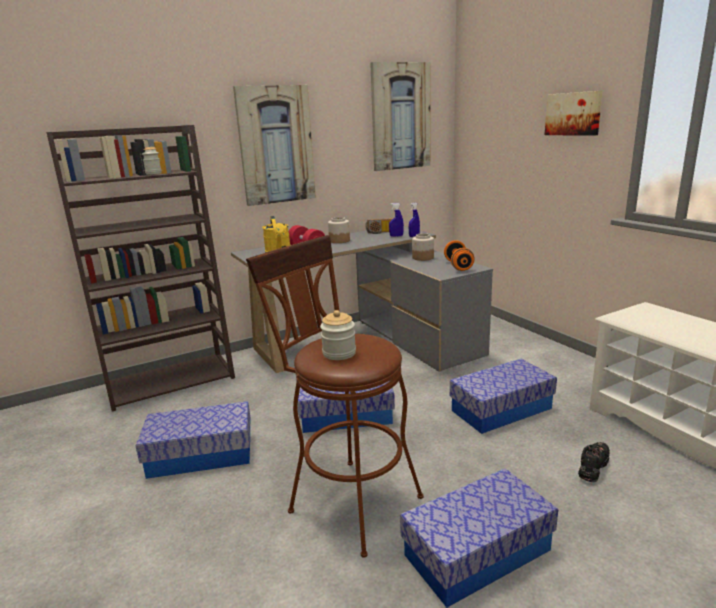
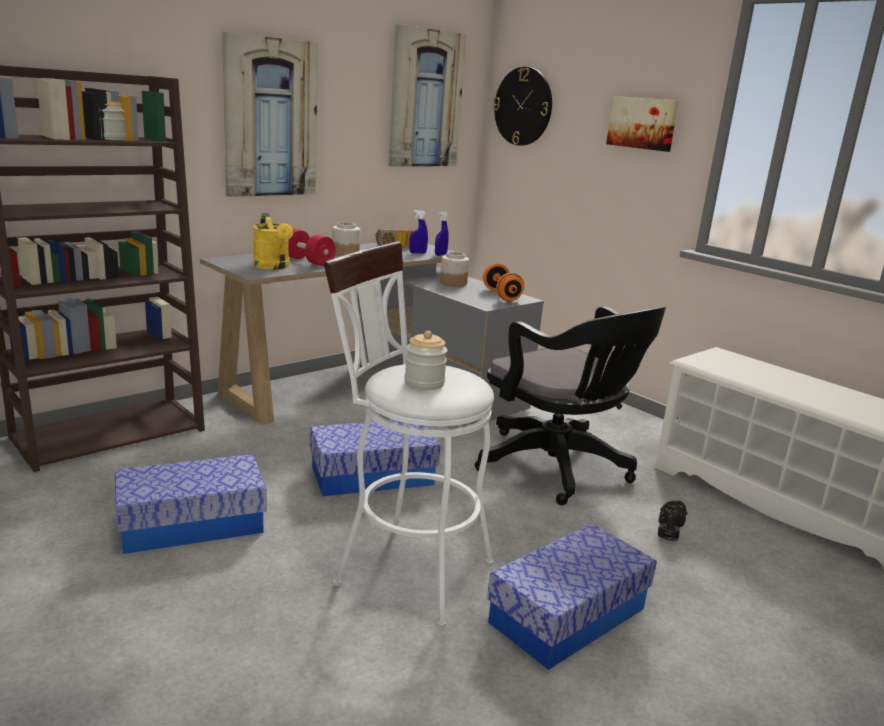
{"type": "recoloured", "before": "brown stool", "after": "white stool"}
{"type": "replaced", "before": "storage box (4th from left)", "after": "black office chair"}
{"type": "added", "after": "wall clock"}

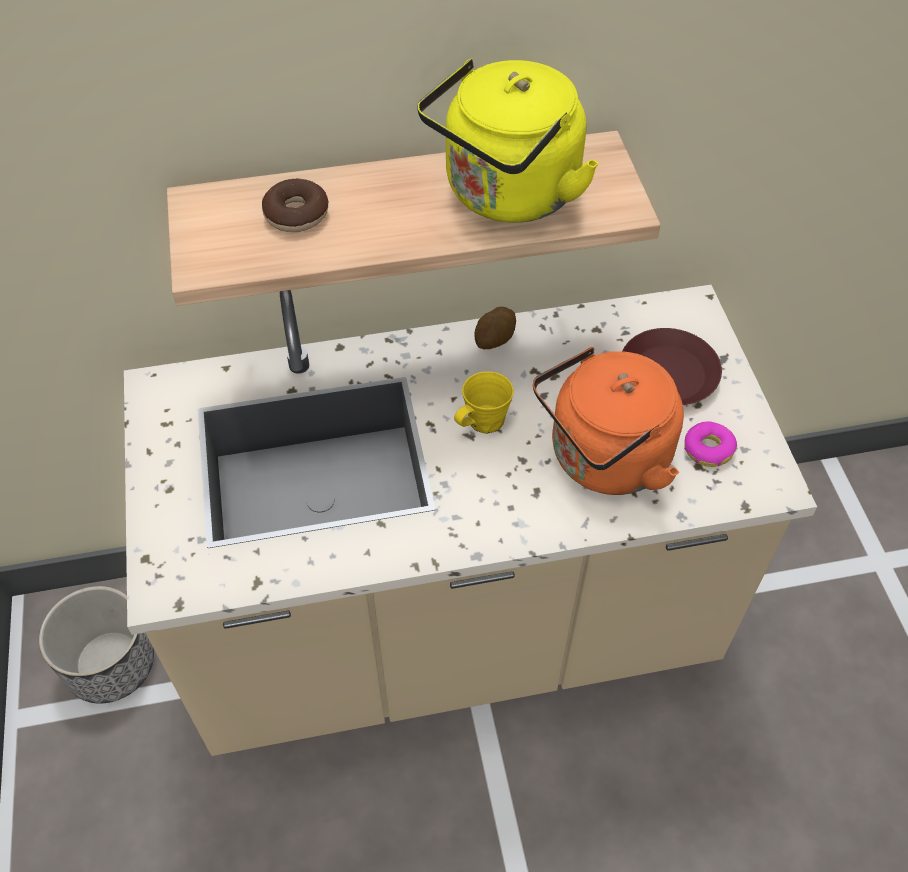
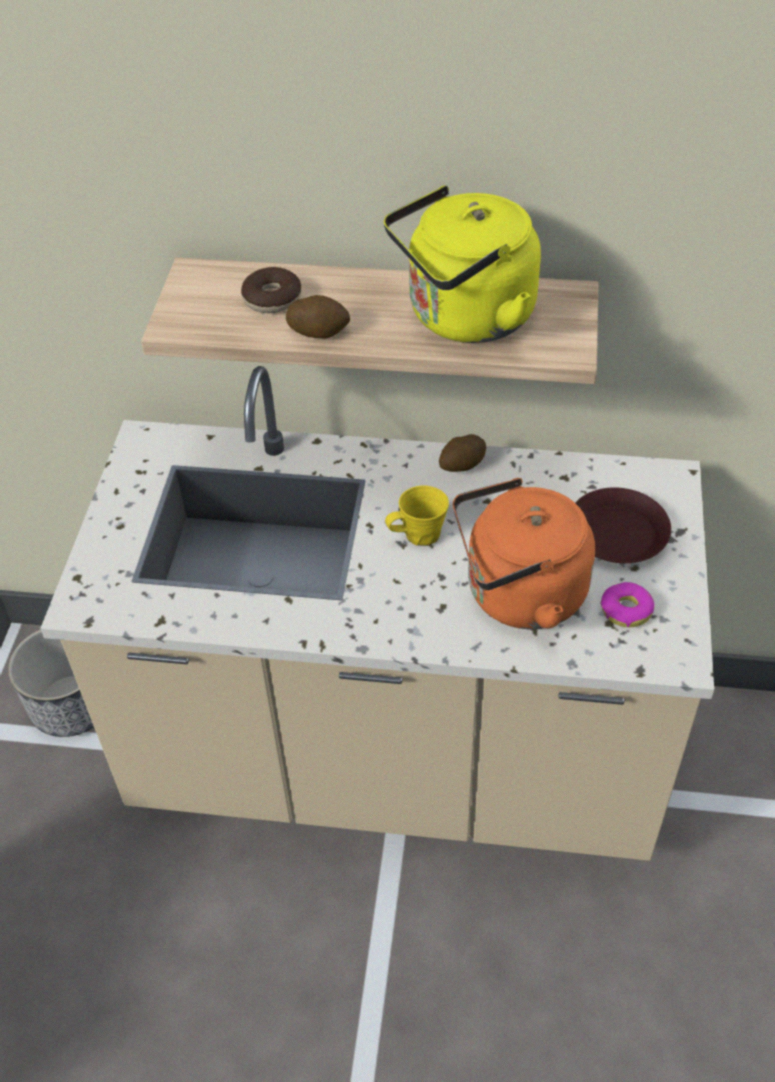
{"type": "added", "after": "potato (1st from left)"}

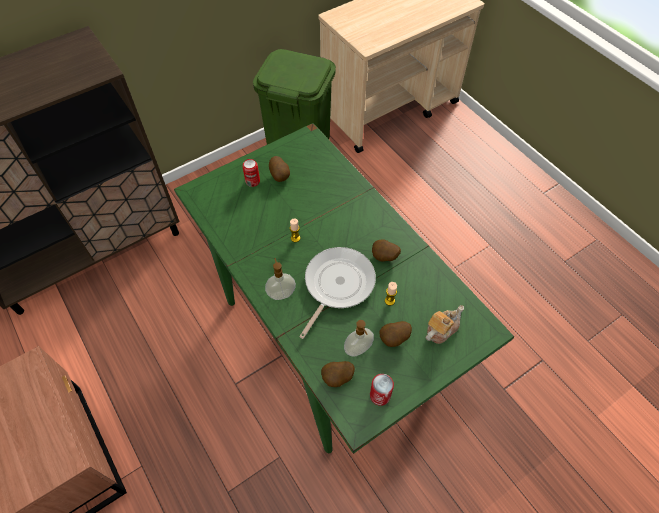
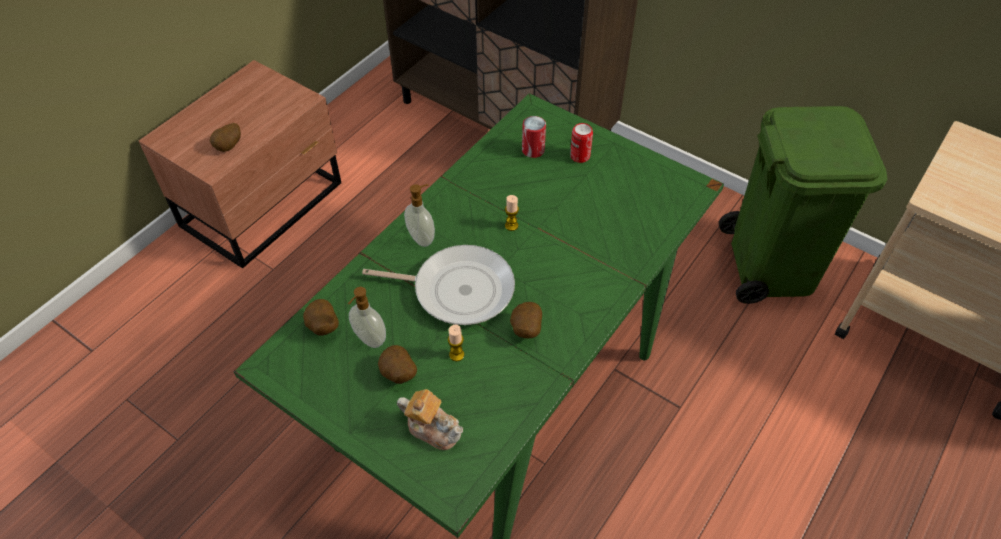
{"type": "moved", "before": "potato (1st from left)"}
{"type": "moved", "before": "can (2nd from left in the first image)", "after": "can (1st from left)"}

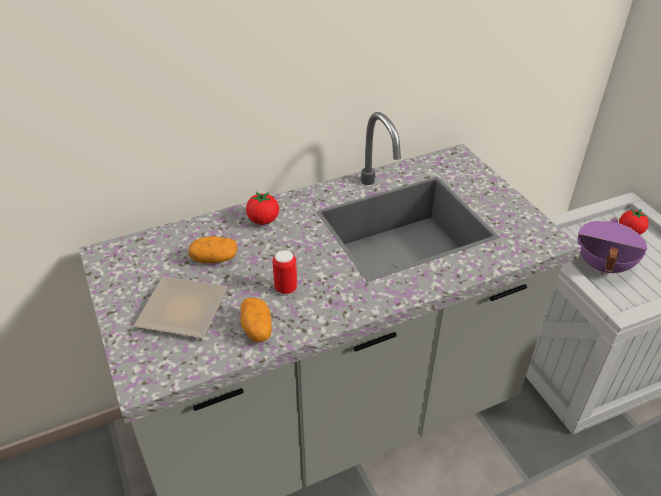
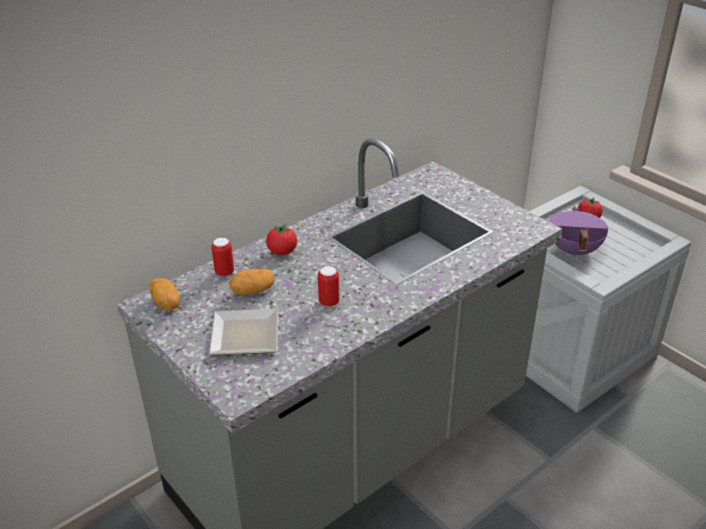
{"type": "moved", "before": "potato (2nd from left in the first image)", "after": "potato (1st from left)"}
{"type": "added", "after": "can (1st from left)"}

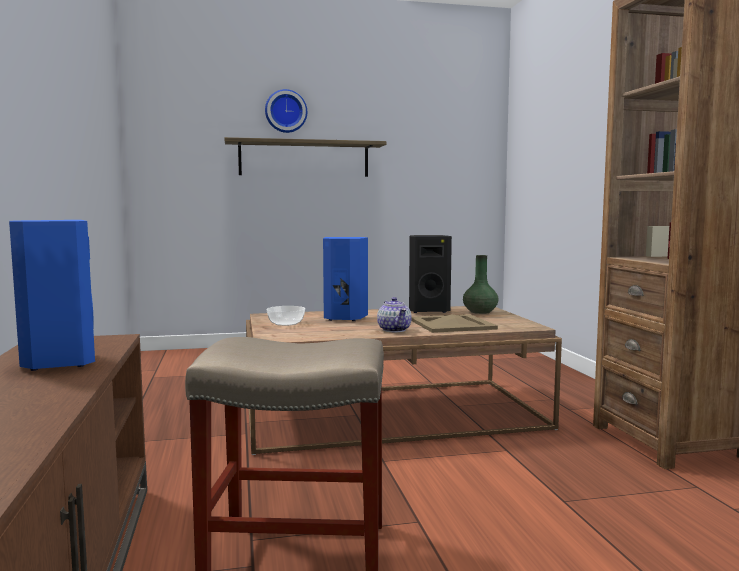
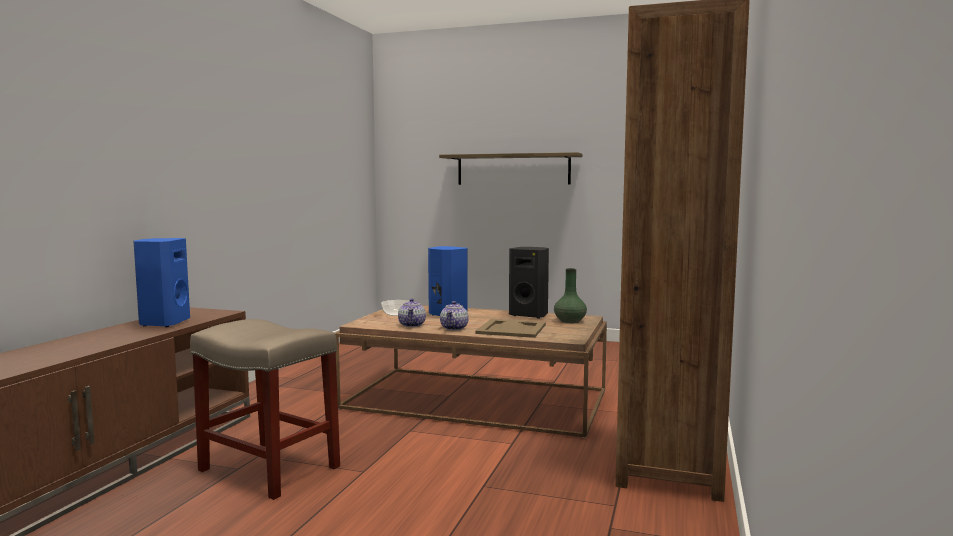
{"type": "removed", "before": "wall clock"}
{"type": "added", "after": "teapot (1st from left)"}

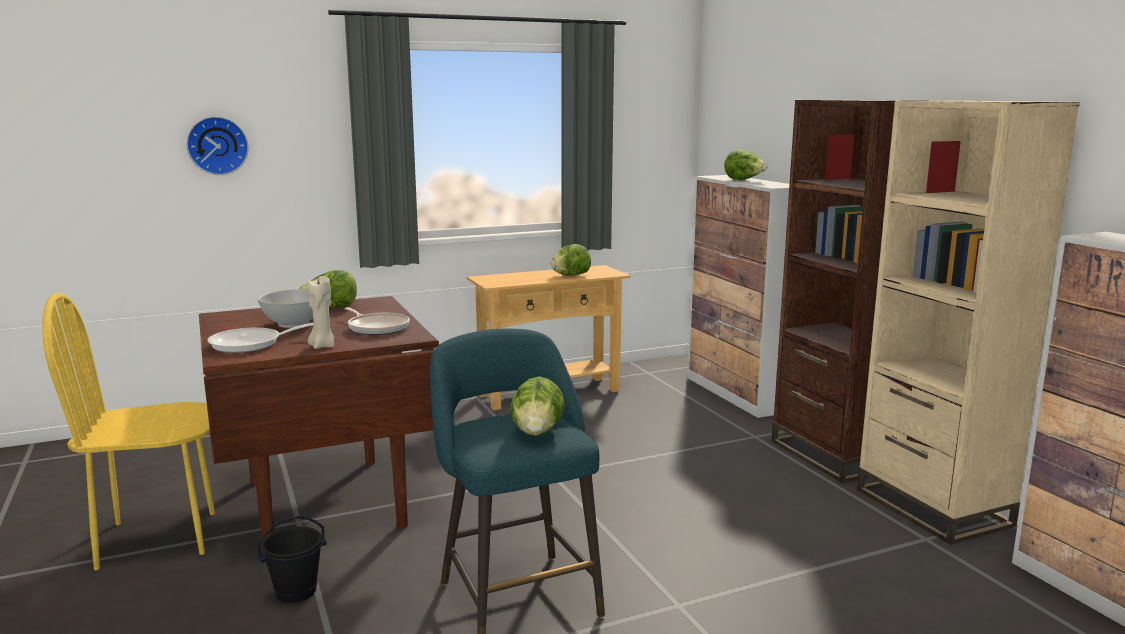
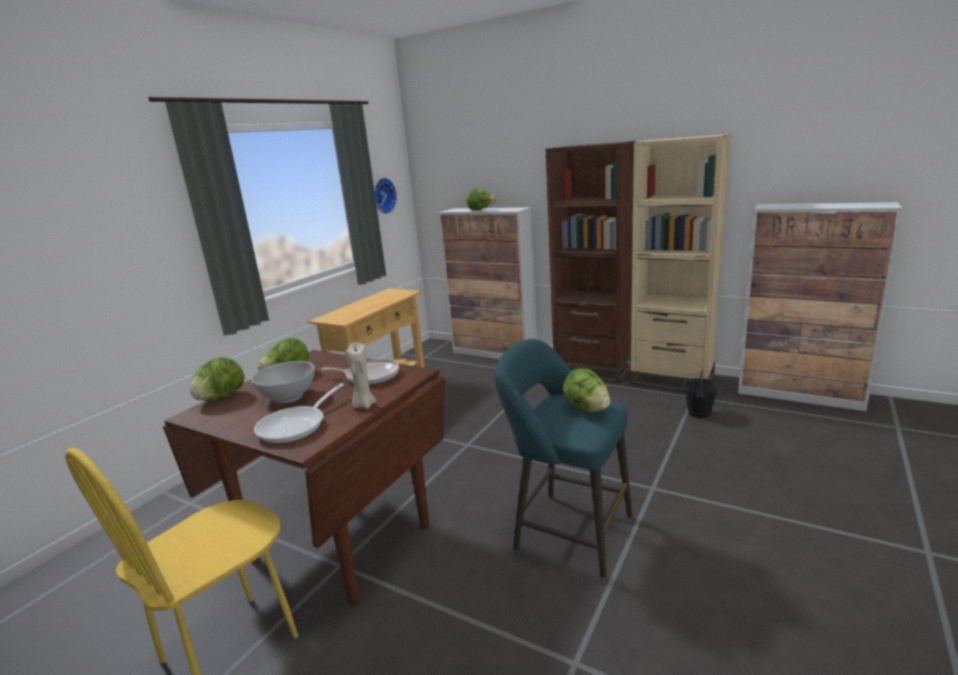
{"type": "moved", "before": "wall clock"}
{"type": "moved", "before": "black bucket"}
{"type": "moved", "before": "lettuce (3rd from left in the first image)", "after": "lettuce (1st from left)"}

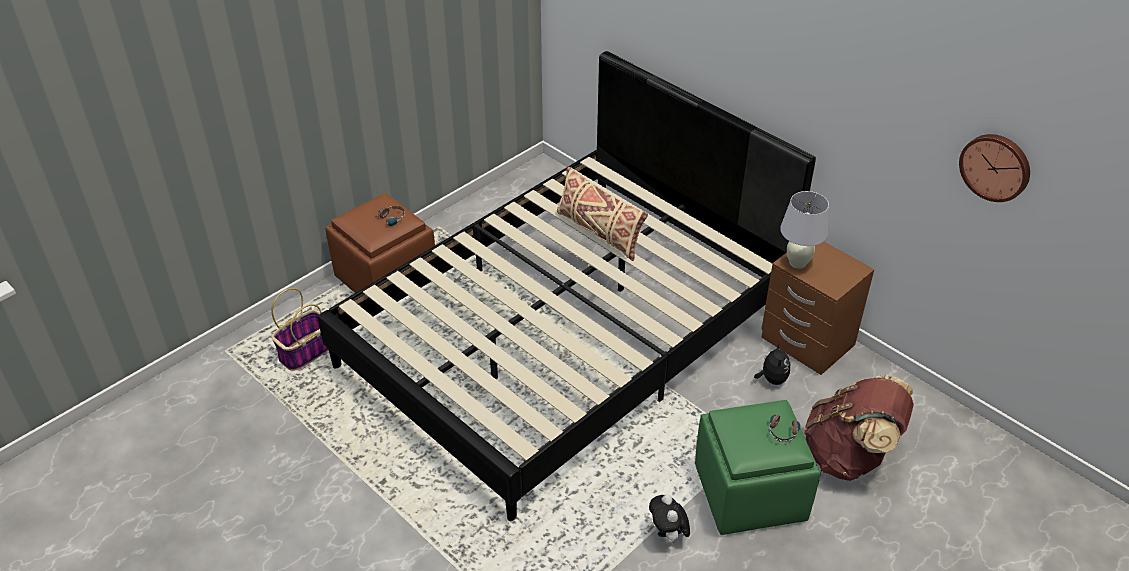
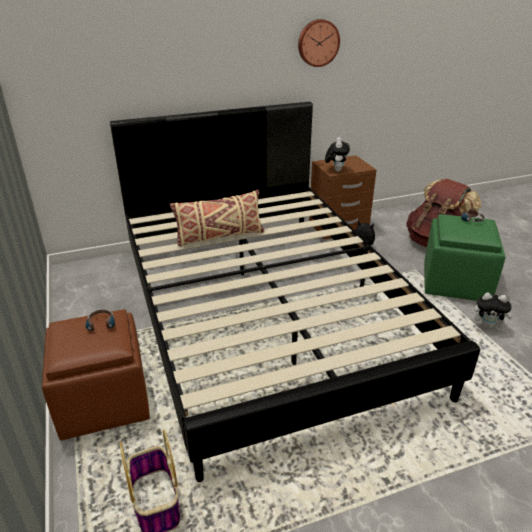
{"type": "replaced", "before": "white table lamp", "after": "plush toy (1st from left)"}
{"type": "moved", "before": "wall clock"}

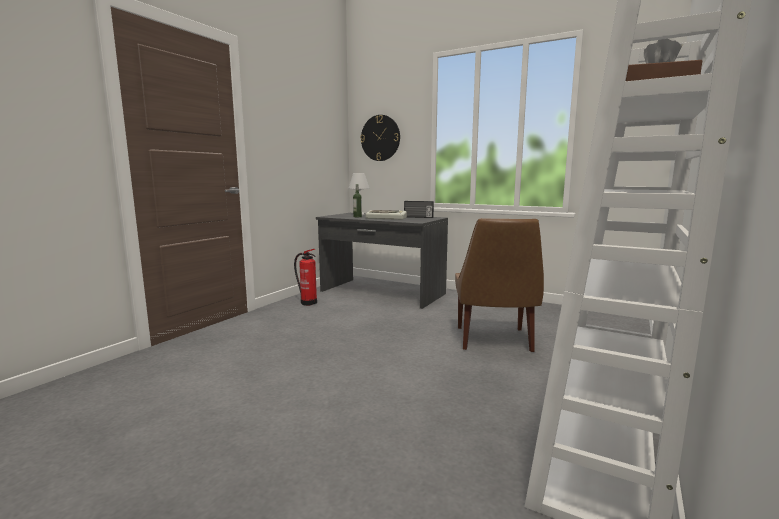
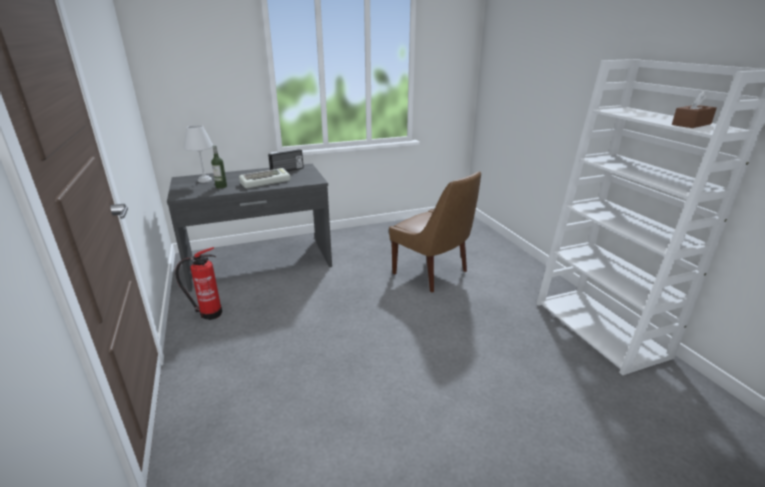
{"type": "removed", "before": "wall clock"}

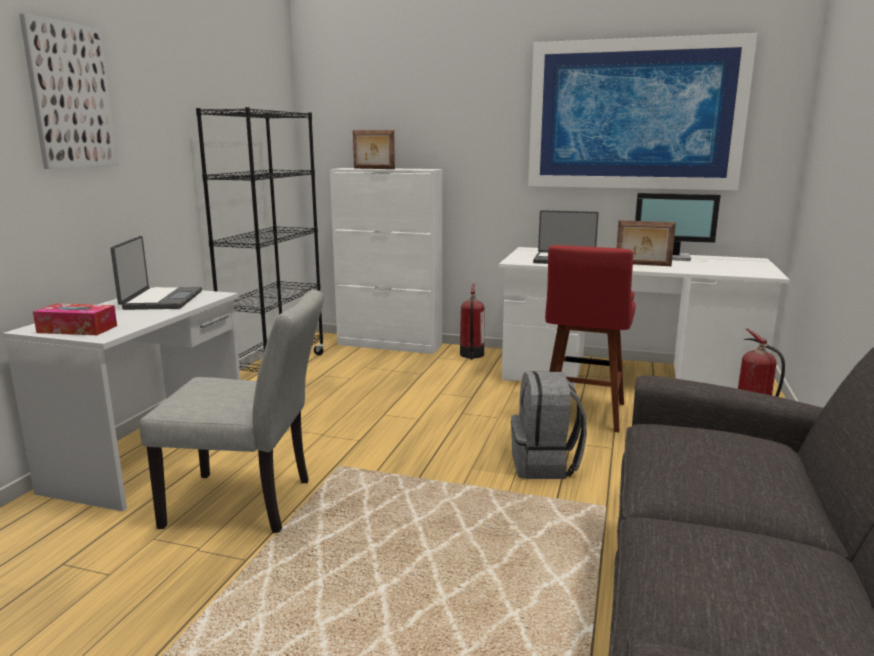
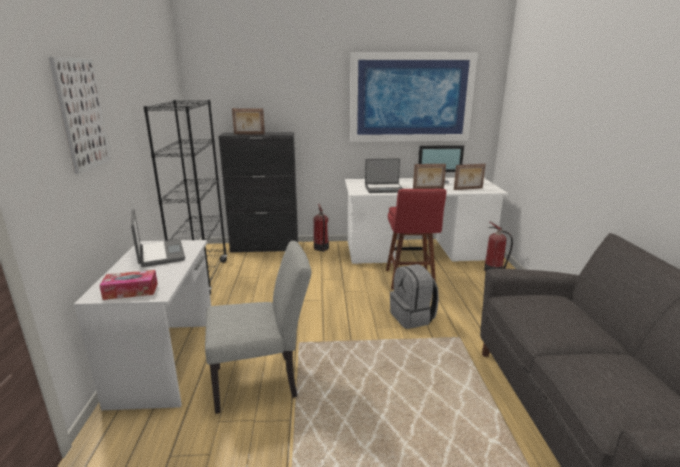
{"type": "recoloured", "before": "white cabinet", "after": "black cabinet"}
{"type": "added", "after": "picture frame (3rd from left)"}

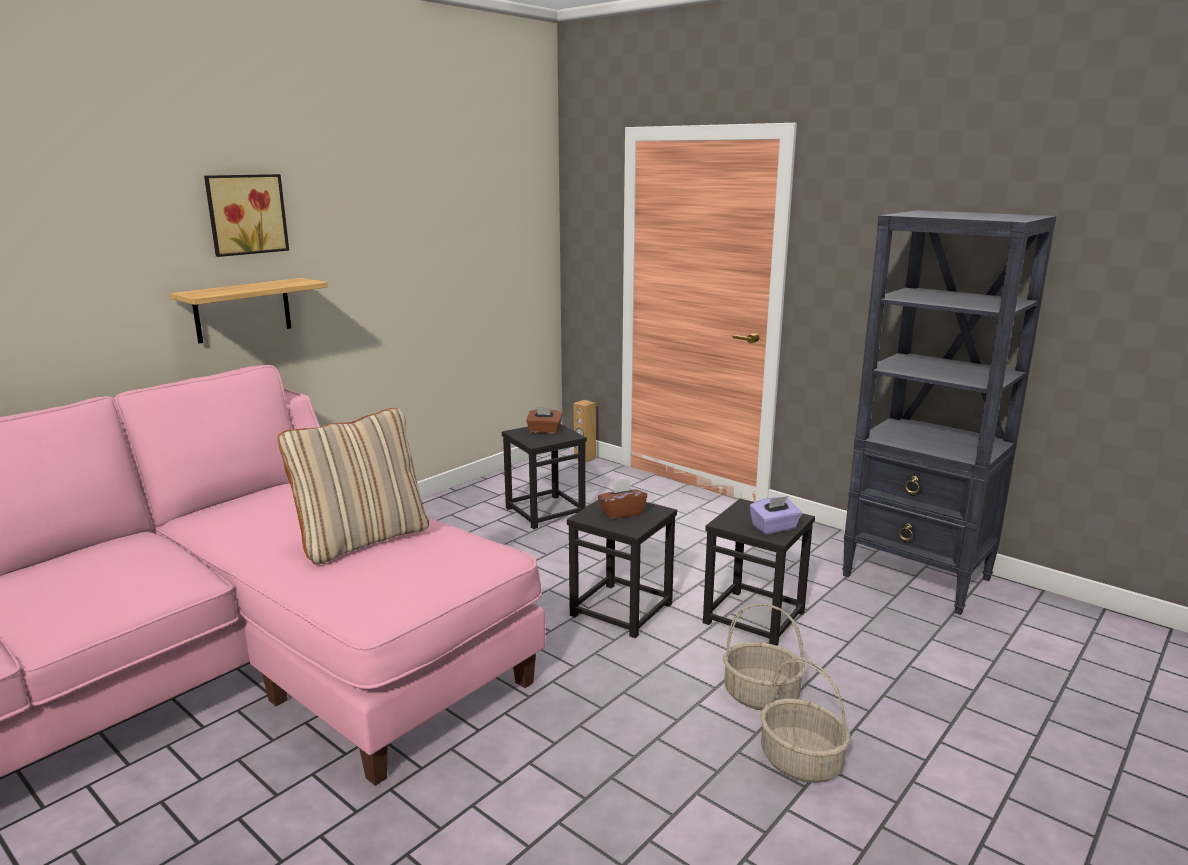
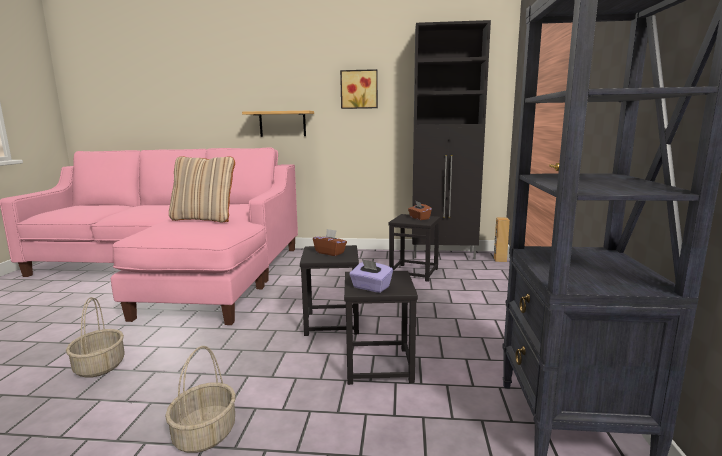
{"type": "moved", "before": "picture"}
{"type": "moved", "before": "basket (1st from left)"}
{"type": "added", "after": "black cabinet"}

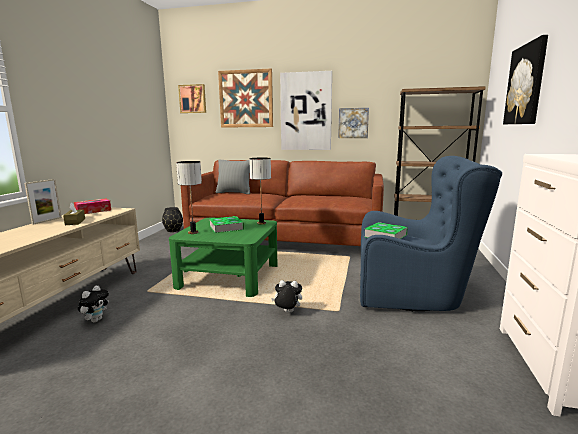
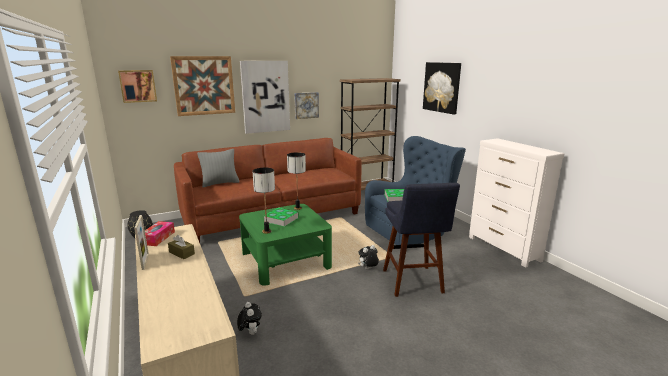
{"type": "added", "after": "blue stool"}

